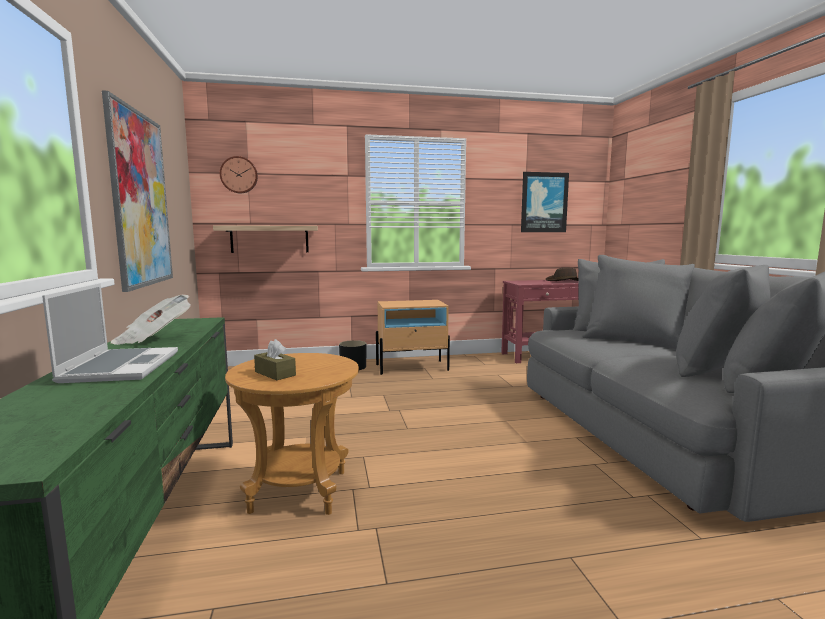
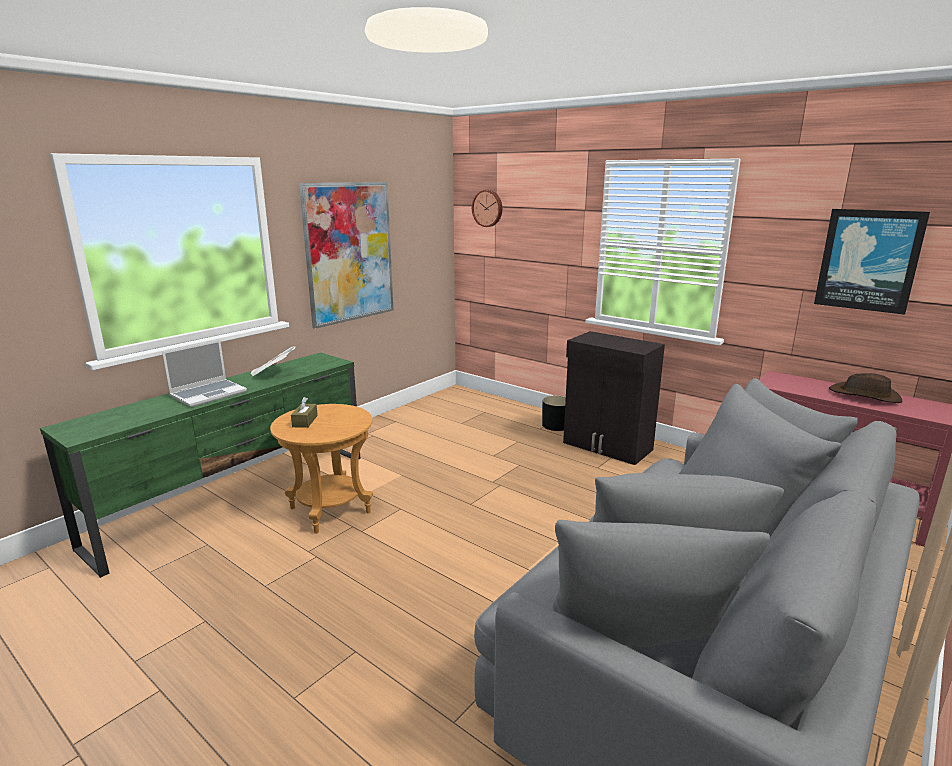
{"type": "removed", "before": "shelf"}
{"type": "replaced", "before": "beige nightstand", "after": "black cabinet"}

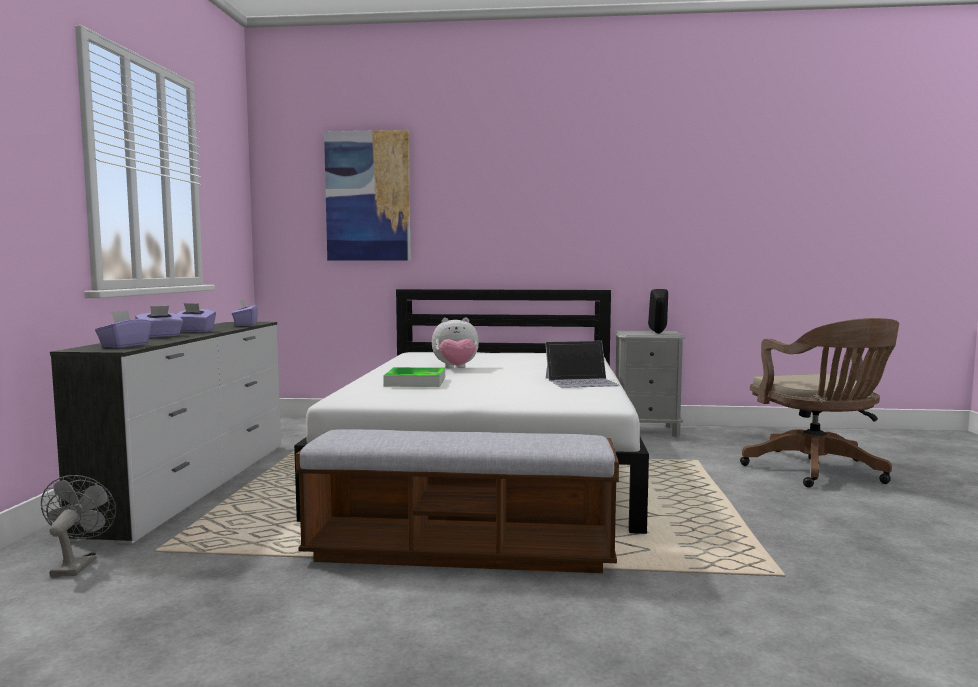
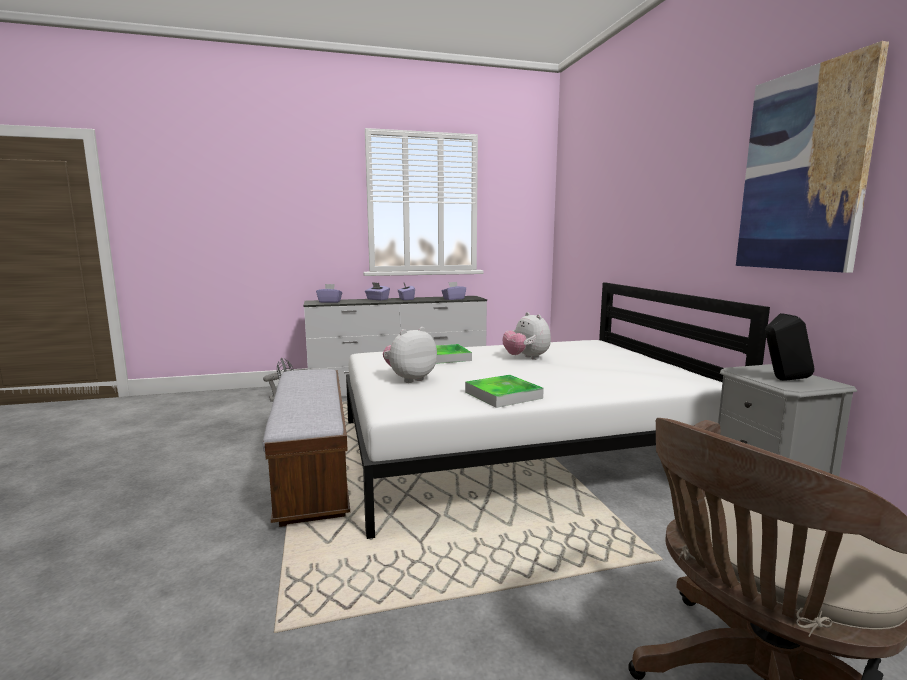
{"type": "moved", "before": "picture"}
{"type": "replaced", "before": "laptop", "after": "tray (2nd from left)"}
{"type": "added", "after": "plush toy (1st from left)"}

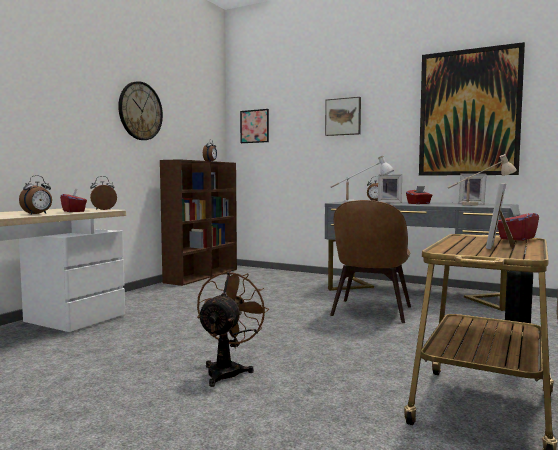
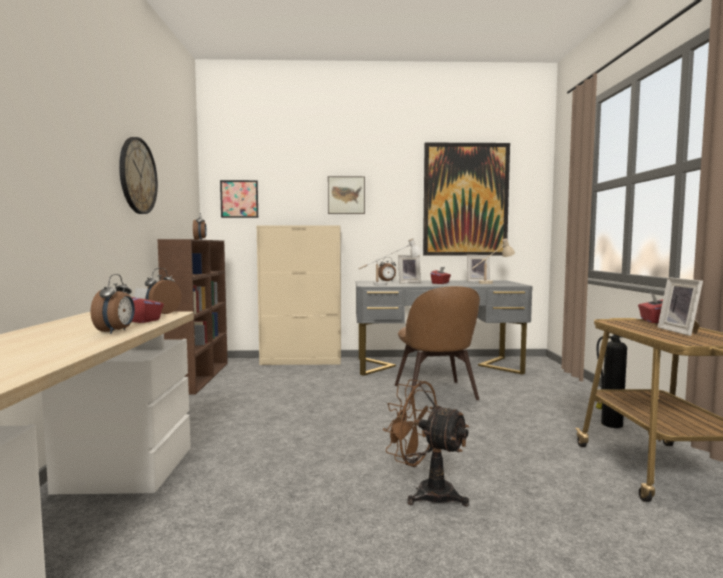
{"type": "turned", "before": "brown fan", "turn": -45}
{"type": "added", "after": "beige cabinet"}

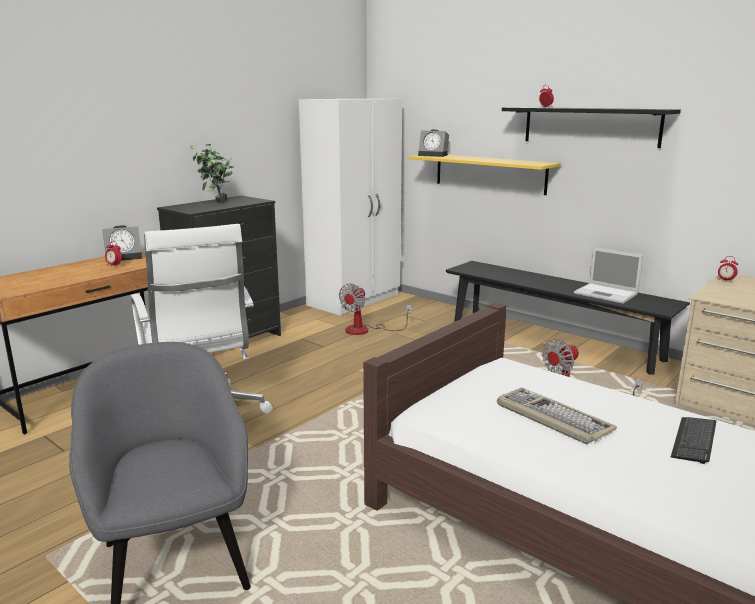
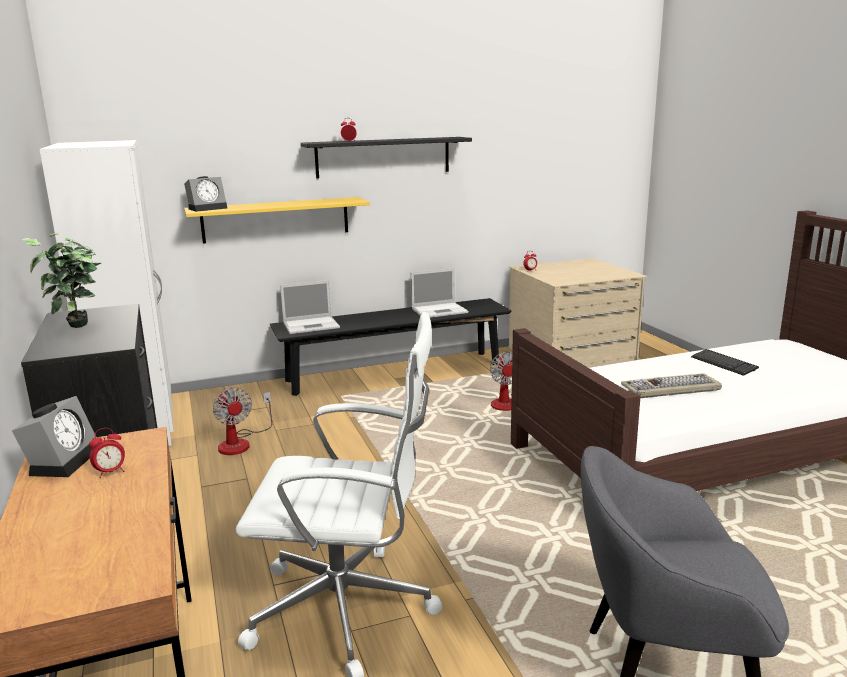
{"type": "added", "after": "laptop (1st from left)"}

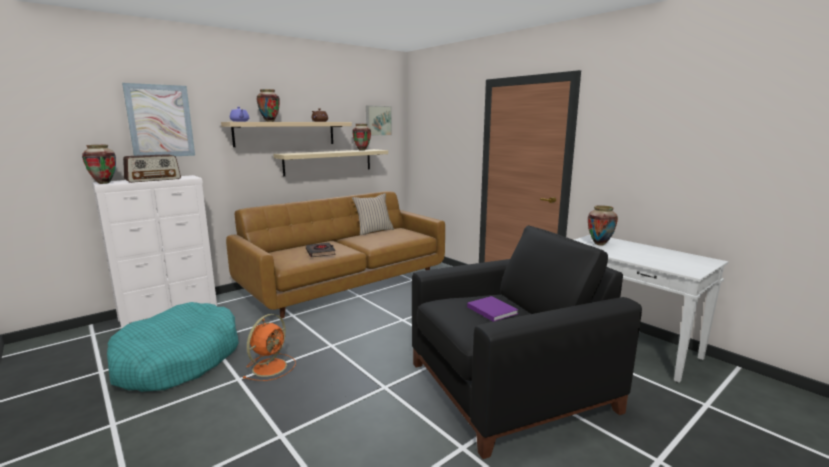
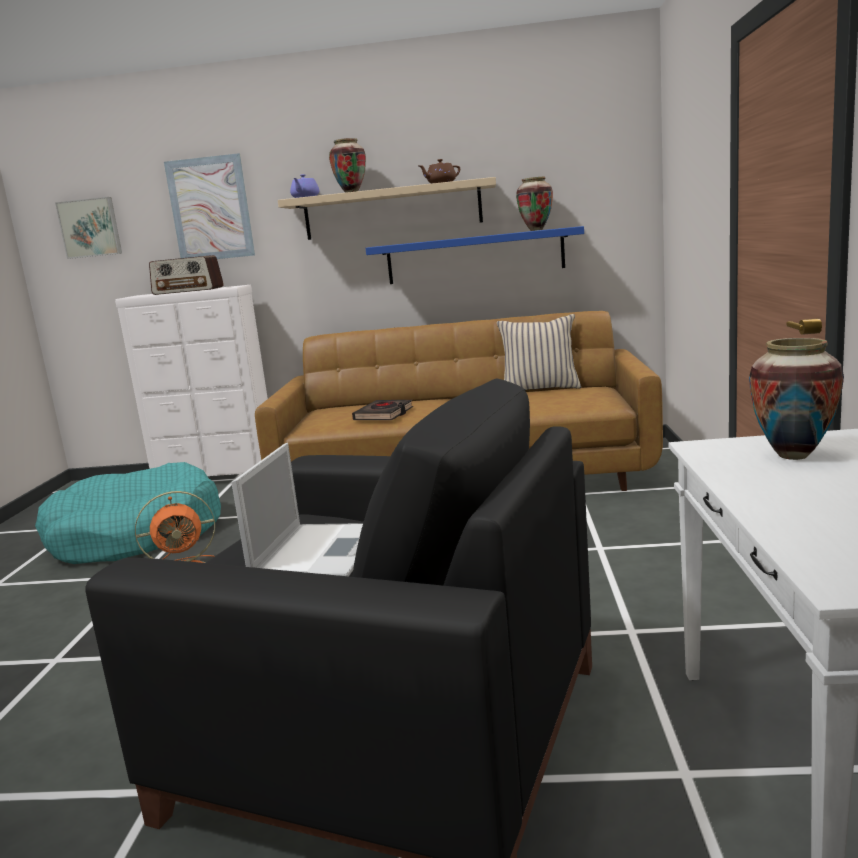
{"type": "removed", "before": "vase (1st from left)"}
{"type": "recoloured", "before": "beige shelf (2nd from left)", "after": "blue shelf"}
{"type": "moved", "before": "picture (2nd from left in the first image)", "after": "picture (1st from left)"}
{"type": "replaced", "before": "purple book", "after": "laptop"}

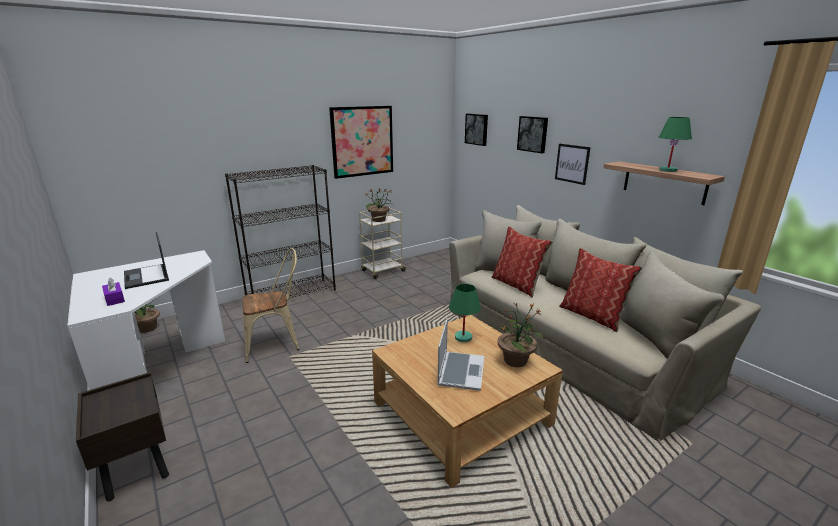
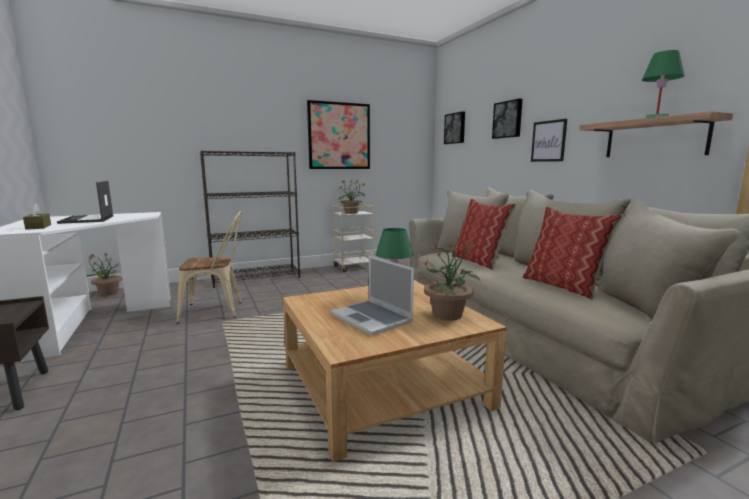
{"type": "recoloured", "before": "purple tissue box", "after": "brown tissue box"}
{"type": "turned", "before": "laptop (2nd from left)", "turn": 120}

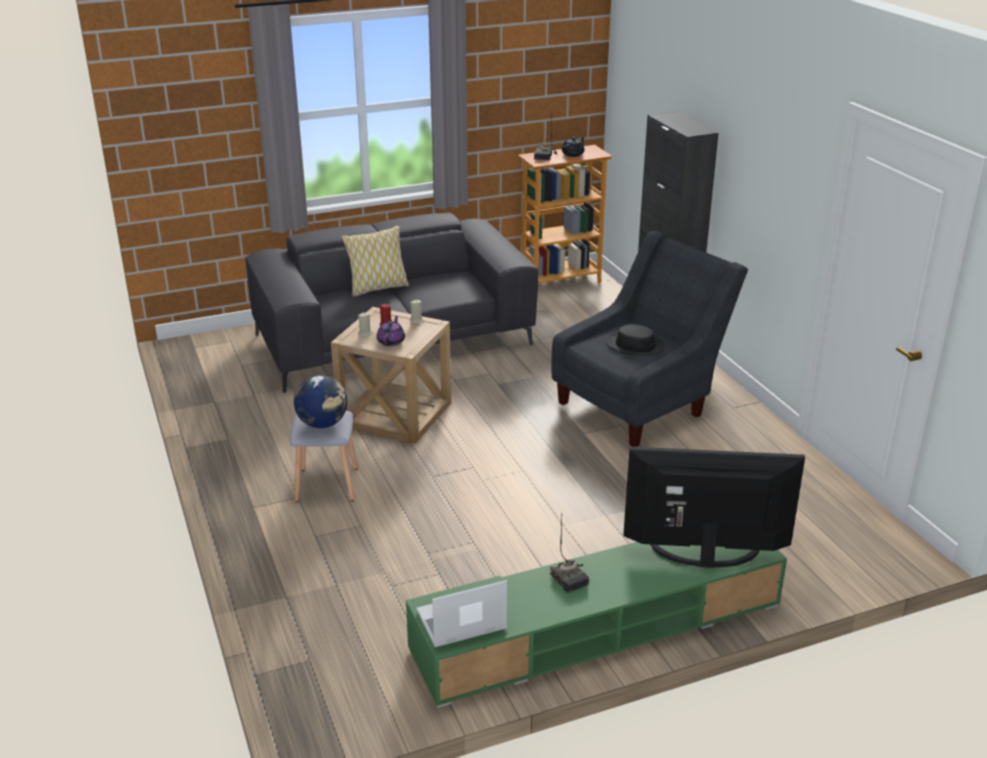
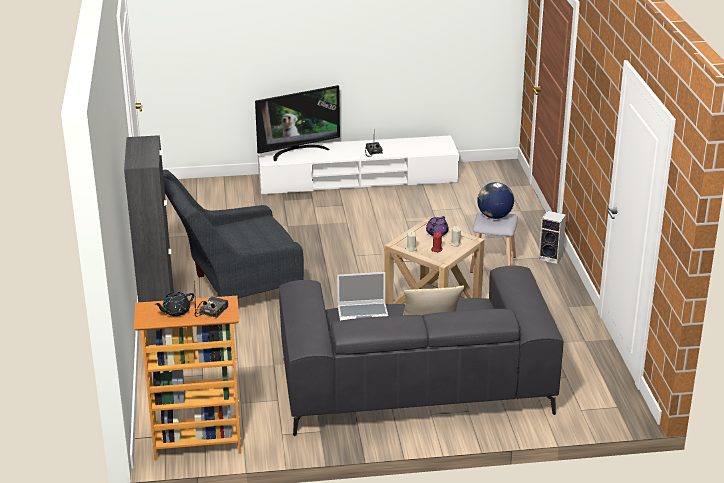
{"type": "recoloured", "before": "green tv stand", "after": "white tv stand"}
{"type": "moved", "before": "laptop"}
{"type": "removed", "before": "black hat"}
{"type": "turned", "before": "television", "turn": -45}
{"type": "added", "after": "speaker"}

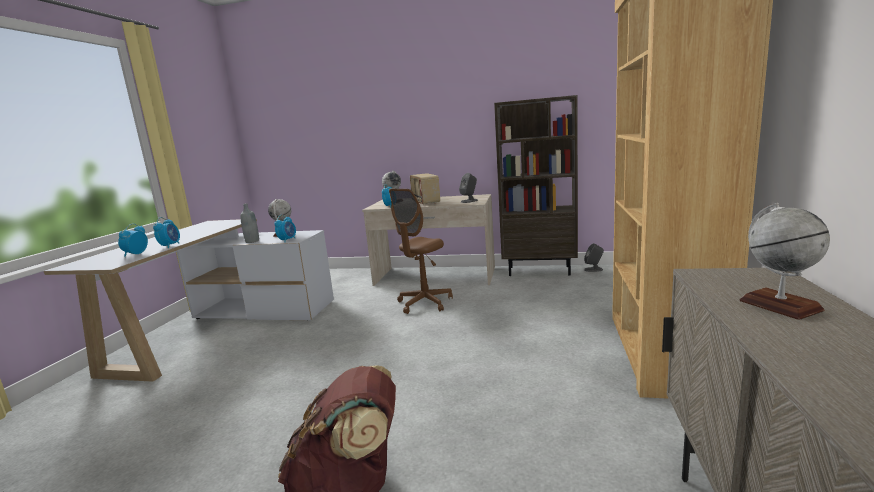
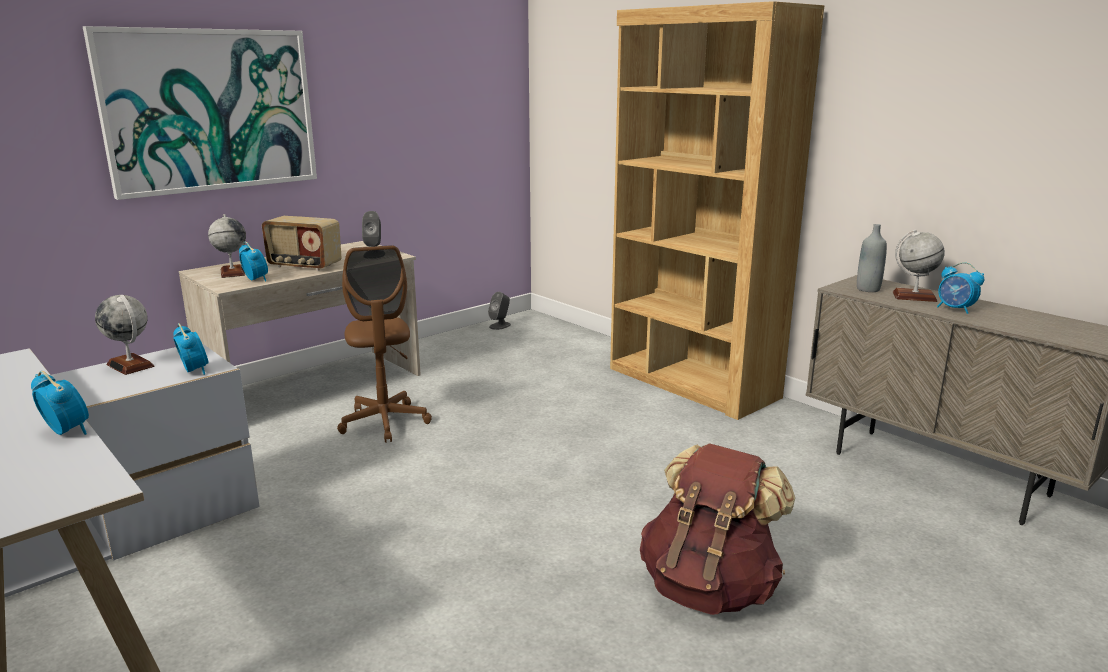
{"type": "moved", "before": "alarm clock (1st from left in the first image)", "after": "alarm clock (4th from left)"}
{"type": "moved", "before": "grey bottle"}
{"type": "removed", "before": "brown bookcase (1st from left)"}
{"type": "added", "after": "picture"}

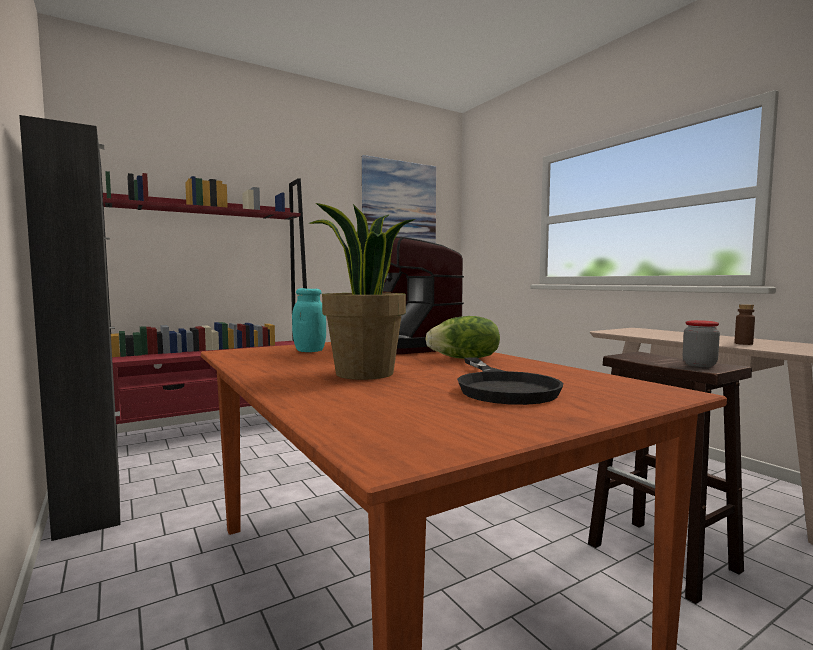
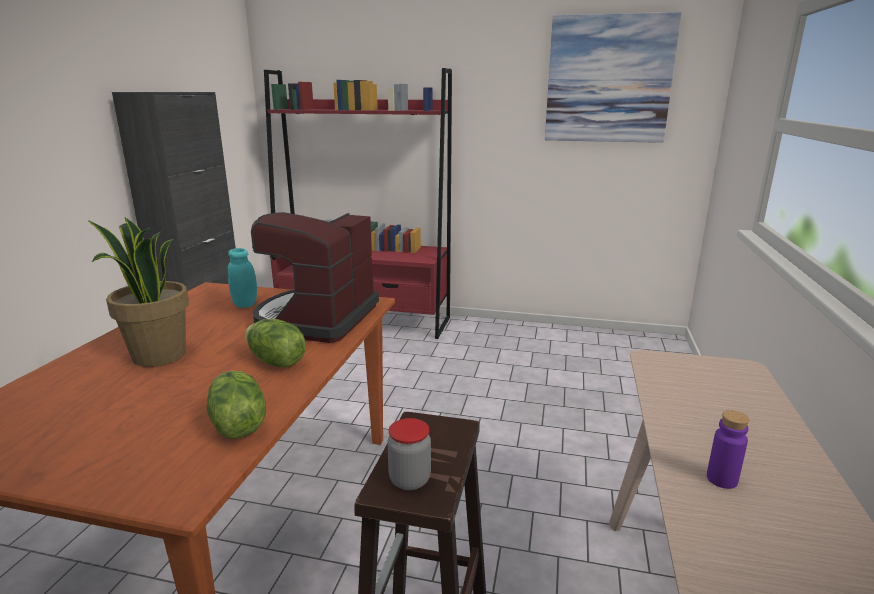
{"type": "removed", "before": "black frying pan"}
{"type": "recoloured", "before": "brown bottle", "after": "purple bottle"}
{"type": "added", "after": "lettuce (1st from left)"}

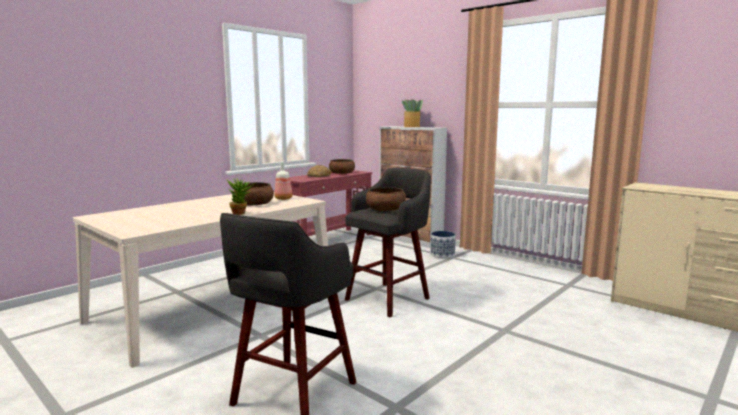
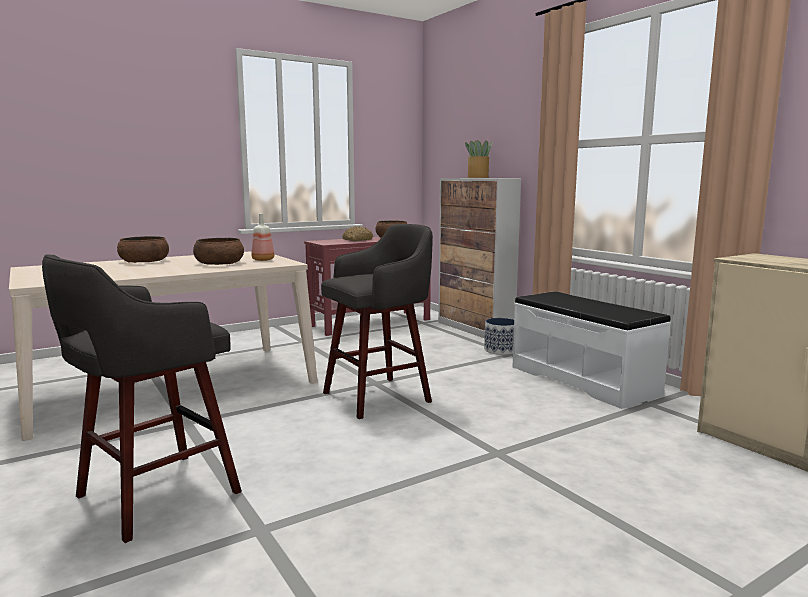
{"type": "removed", "before": "potted plant (1st from left)"}
{"type": "moved", "before": "brown bowl (3rd from left in the first image)", "after": "brown bowl (1st from left)"}
{"type": "added", "after": "white bench"}

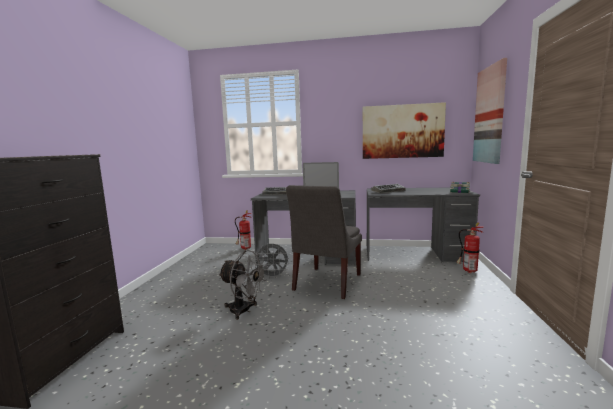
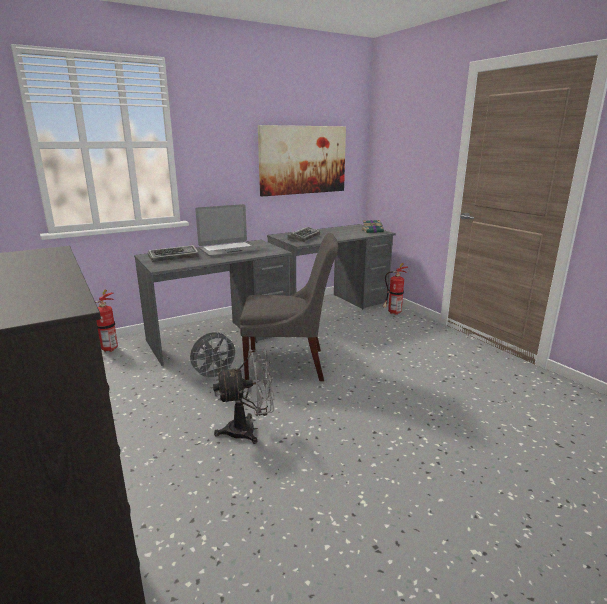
{"type": "turned", "before": "grey chair", "turn": -75}
{"type": "removed", "before": "picture (2nd from left)"}

